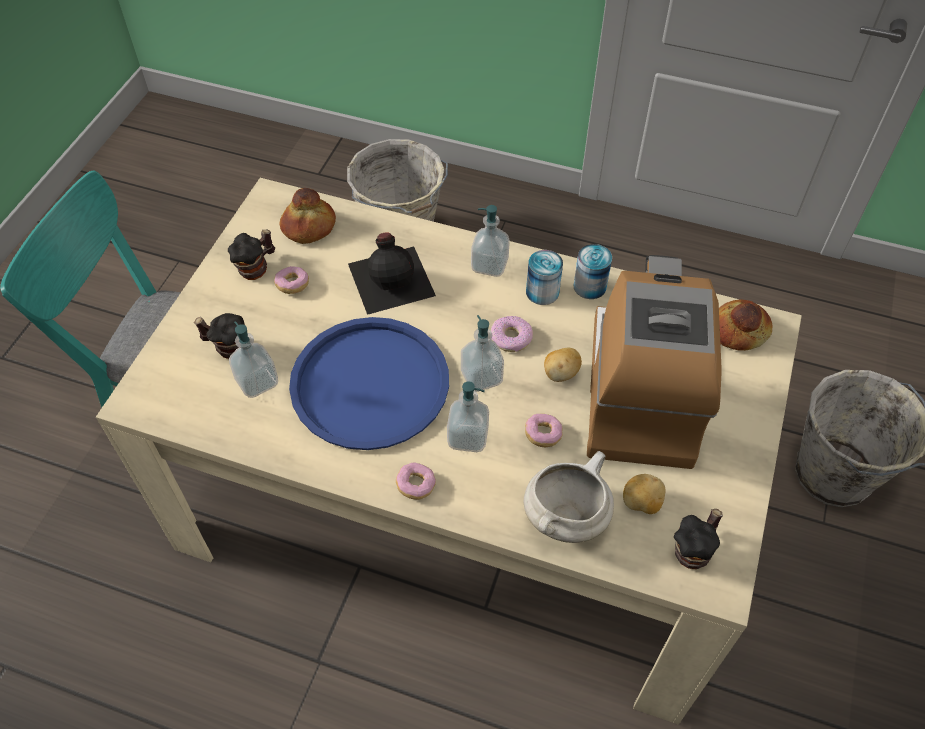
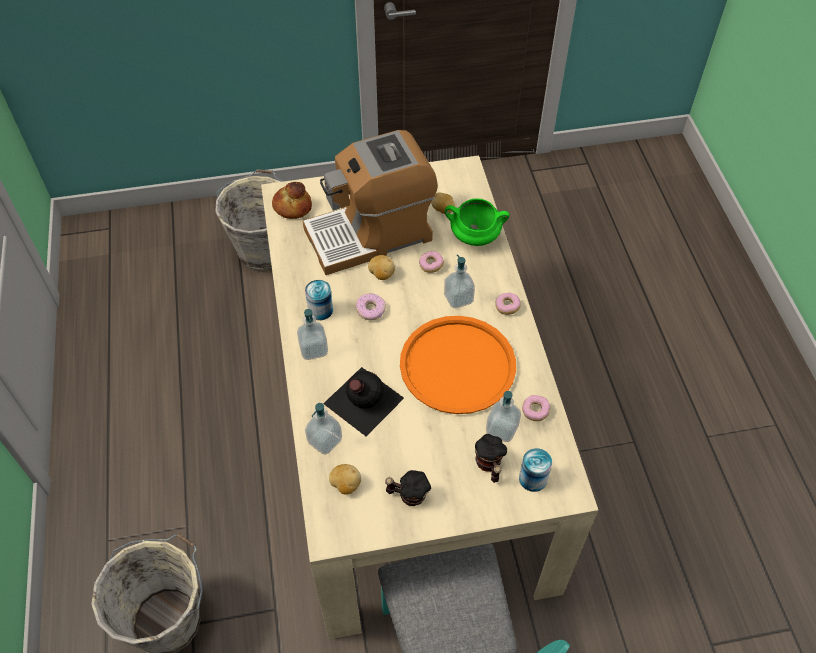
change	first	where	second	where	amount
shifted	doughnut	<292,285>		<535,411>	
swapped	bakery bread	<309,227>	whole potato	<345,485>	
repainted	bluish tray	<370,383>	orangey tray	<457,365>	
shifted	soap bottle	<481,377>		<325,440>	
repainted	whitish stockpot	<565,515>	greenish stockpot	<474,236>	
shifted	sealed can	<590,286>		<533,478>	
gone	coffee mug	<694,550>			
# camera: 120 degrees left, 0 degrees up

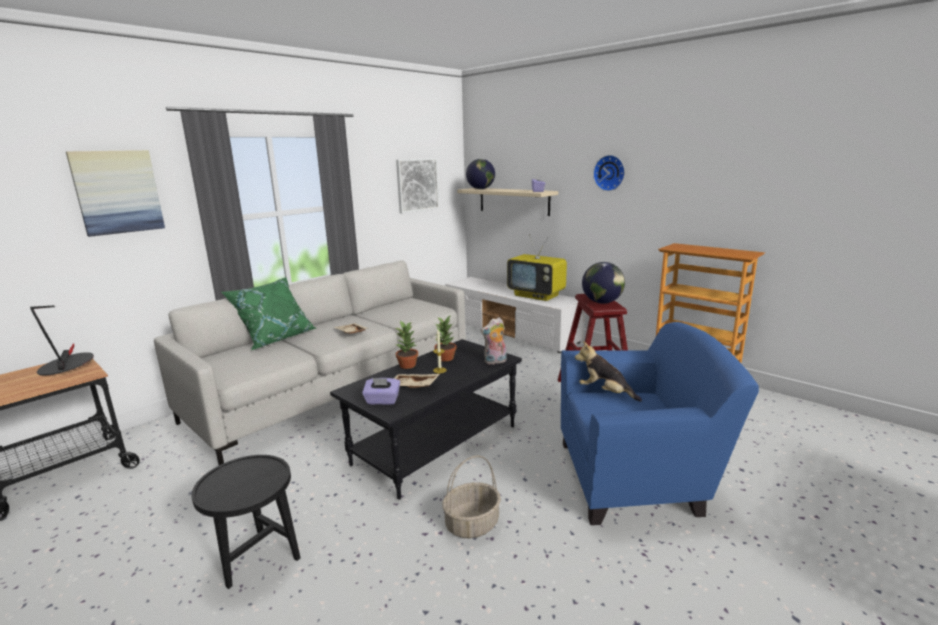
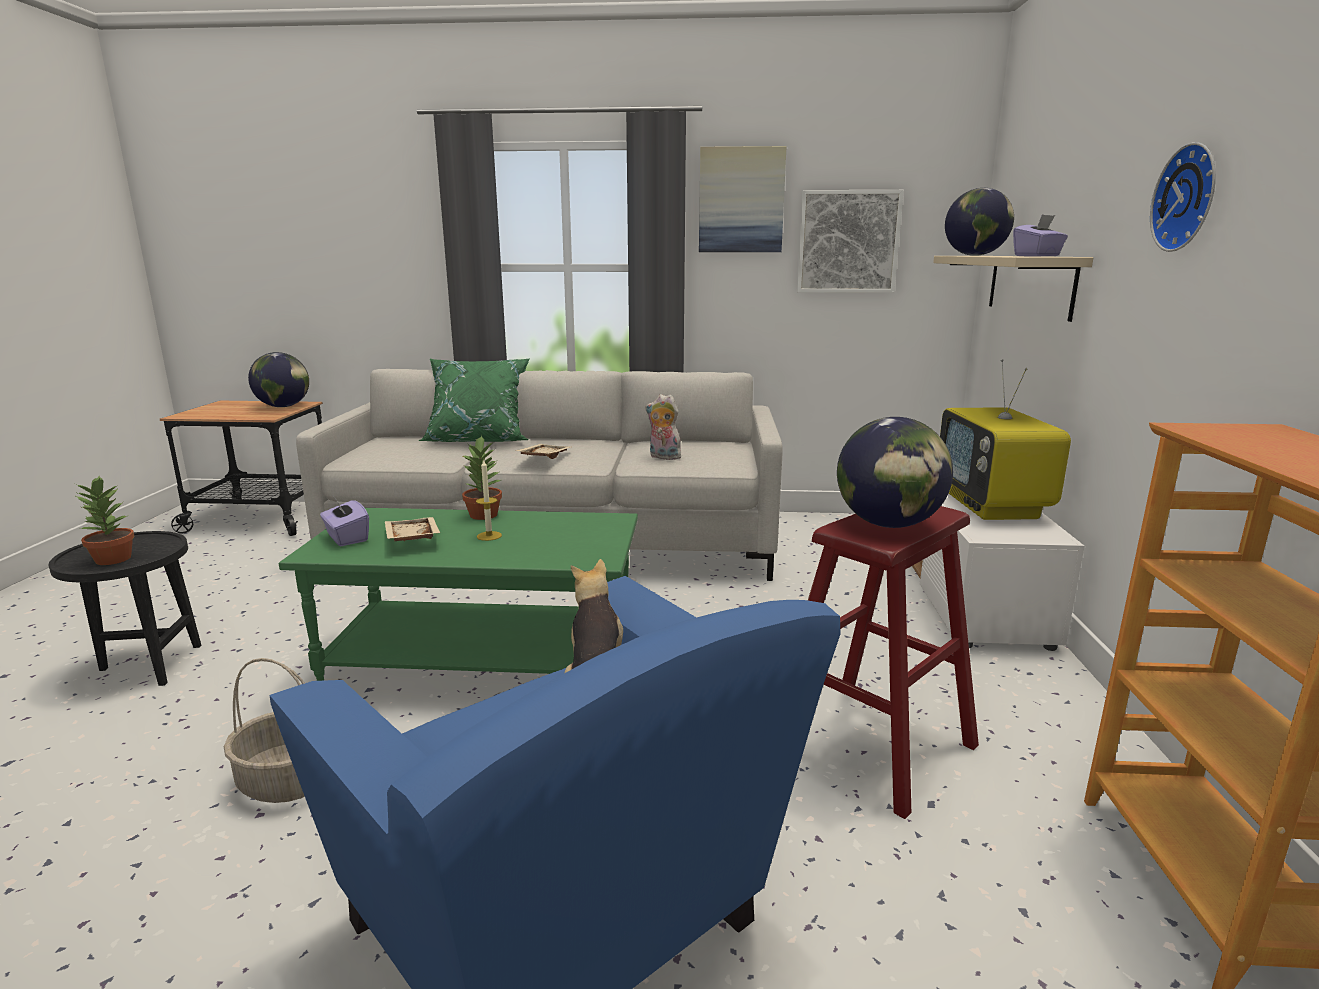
change	first	where	second	where	amount
swapped	tabletop lamp	<66,366>	world globe	<284,406>	
shifted	picture	<117,192>		<741,200>	
repainted	black coffee table	<436,444>	greenish coffee table	<485,663>	
shifted	plant in a pot	<446,358>		<112,559>	
shifted	soft toy	<495,362>		<663,457>	
# camera: 50 degrees right, 0 degrees up

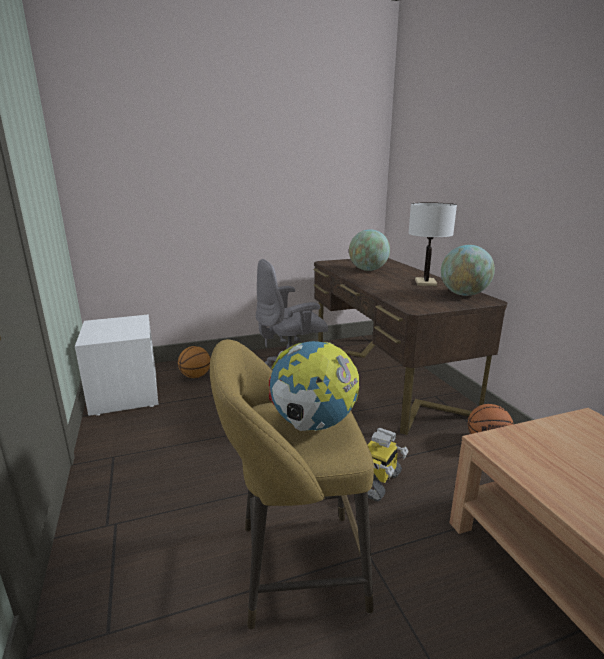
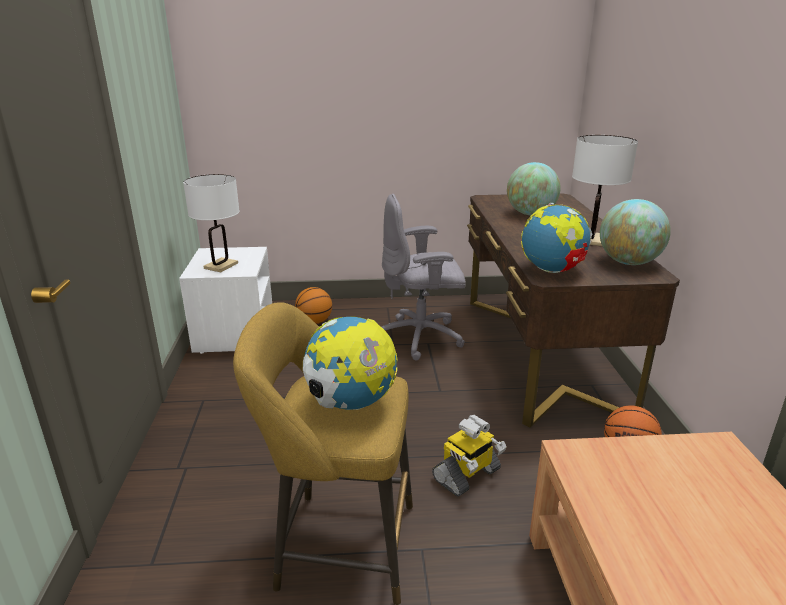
change	first	where	second	where	amount
new			whitish tabletop lamp	<221,266>	
new			world globe	<552,270>	
# camera: 15 degrees right, 5 degrees up

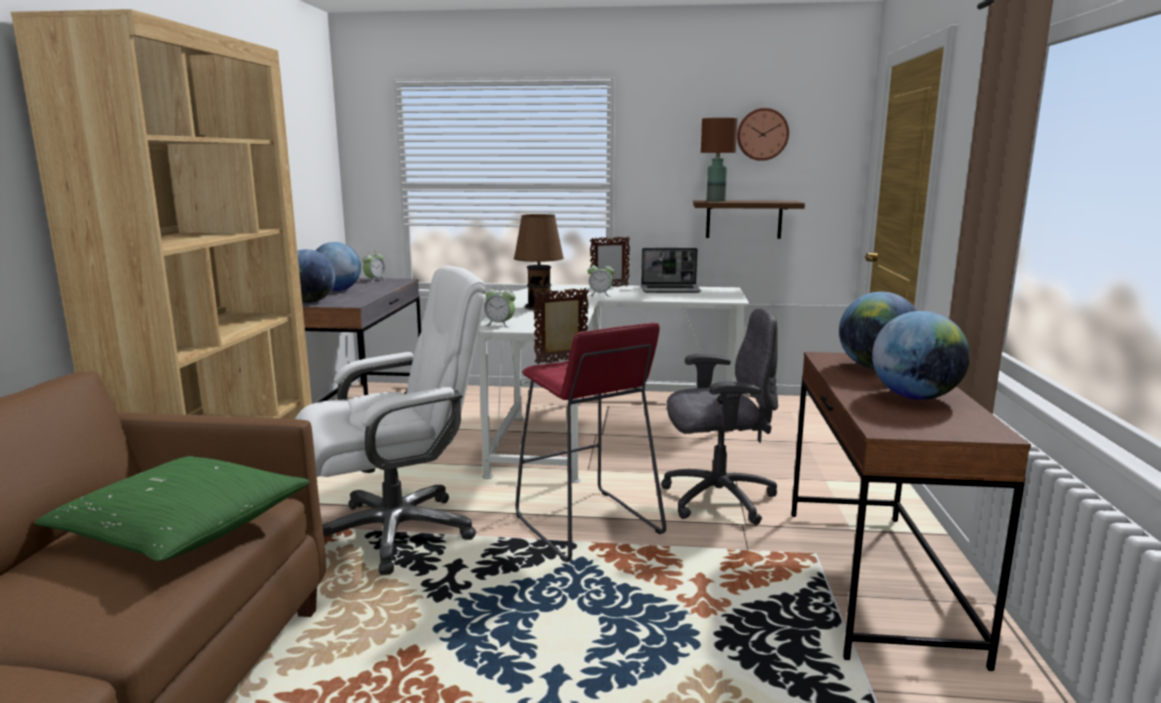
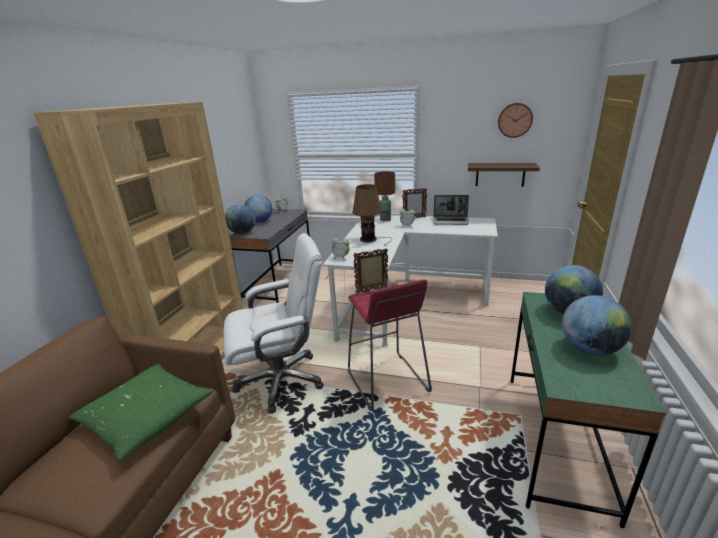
change	first	where	second	where	amount
gone	gray desk chair	<716,499>			
shifted	brown tabletop lamp	<715,201>		<385,219>	
repainted	brown desk	<874,579>	greenish desk	<555,440>	
# camera: 10 degrees right, 10 degrees up

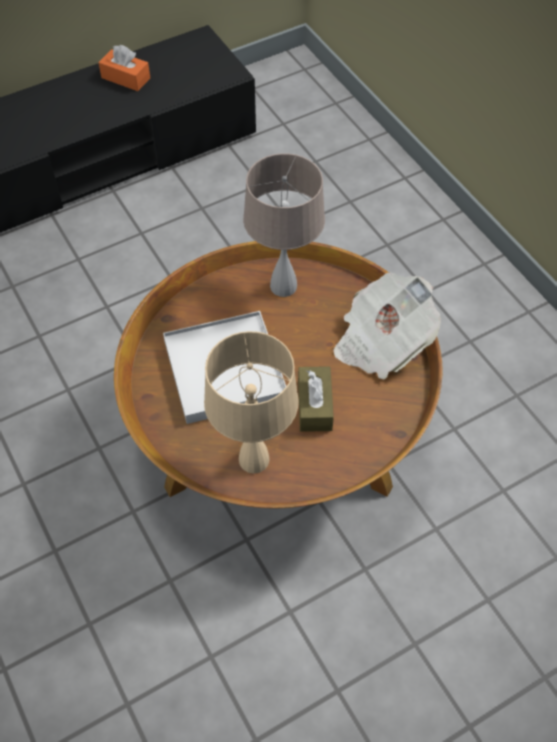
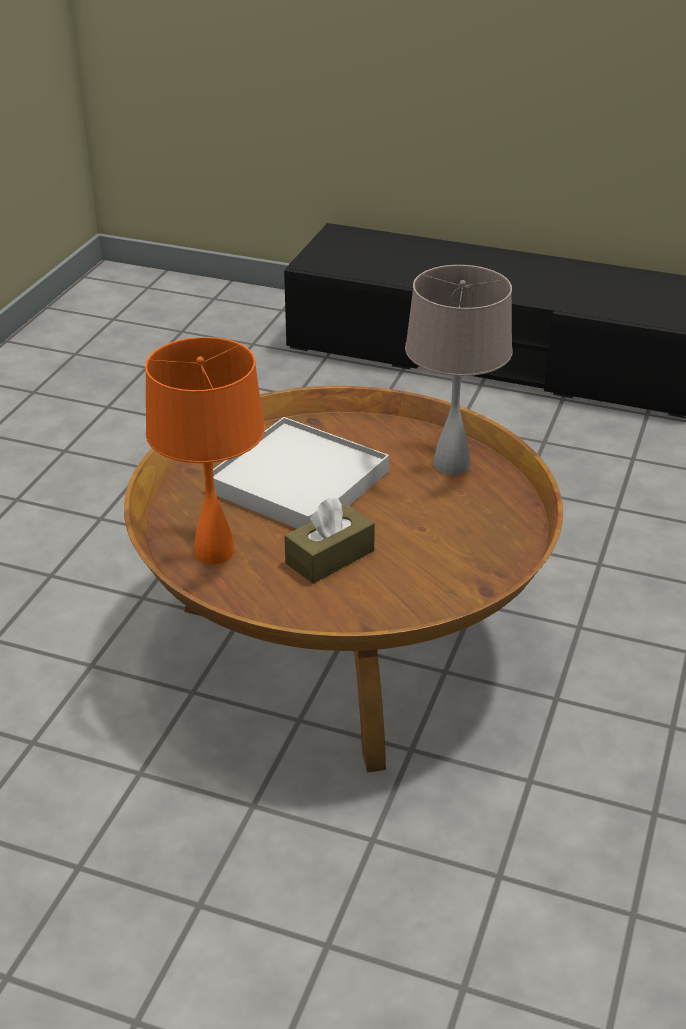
change	first	where	second	where	amount
gone	orangey box of tissues	<126,78>			
repainted	beige-coloured tabletop lamp	<254,460>	orangey tabletop lamp	<214,552>	
gone	printed paper	<382,341>			
# camera: 50 degrees right, 20 degrees down

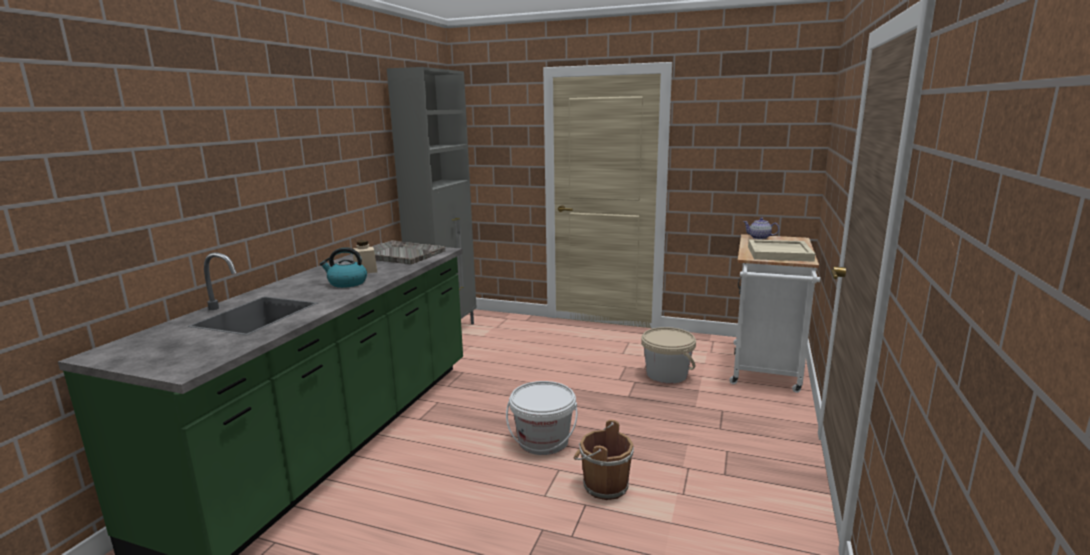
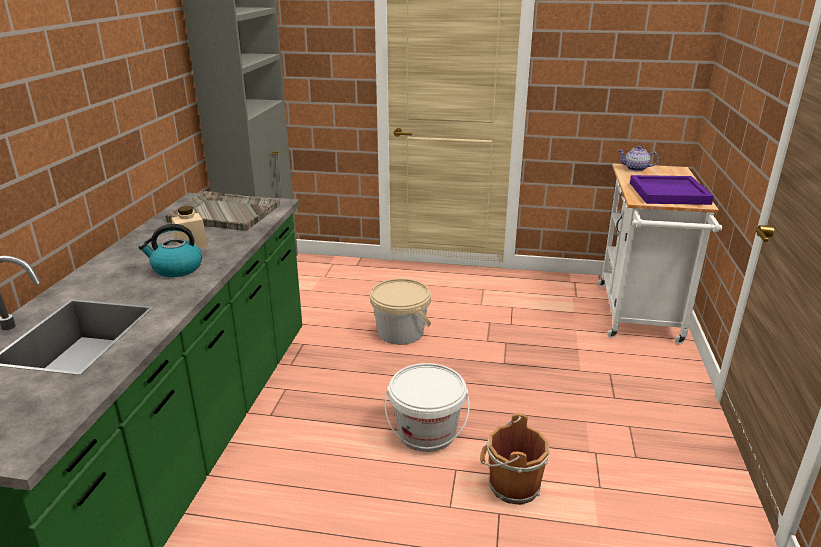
change	first	where	second	where	amount
shifted	beige-coloured pail	<667,374>		<400,332>	
repainted	beige-coloured tray	<780,253>	purple-coloured tray	<669,193>	
# camera: 10 degrees left, 10 degrees up

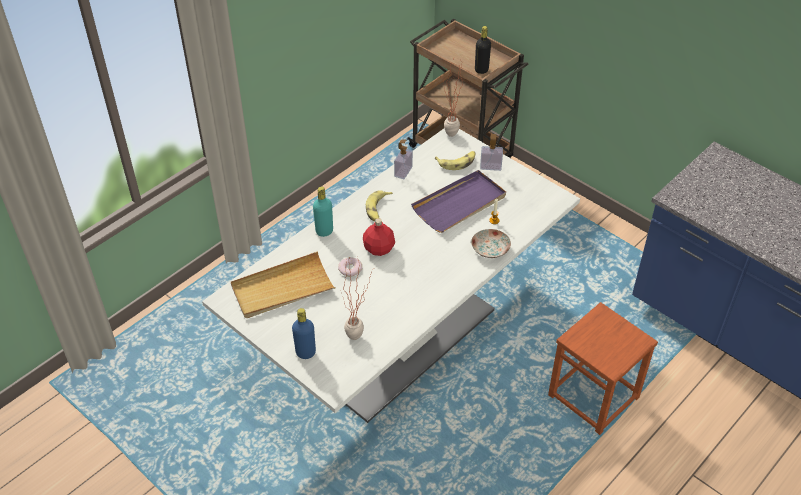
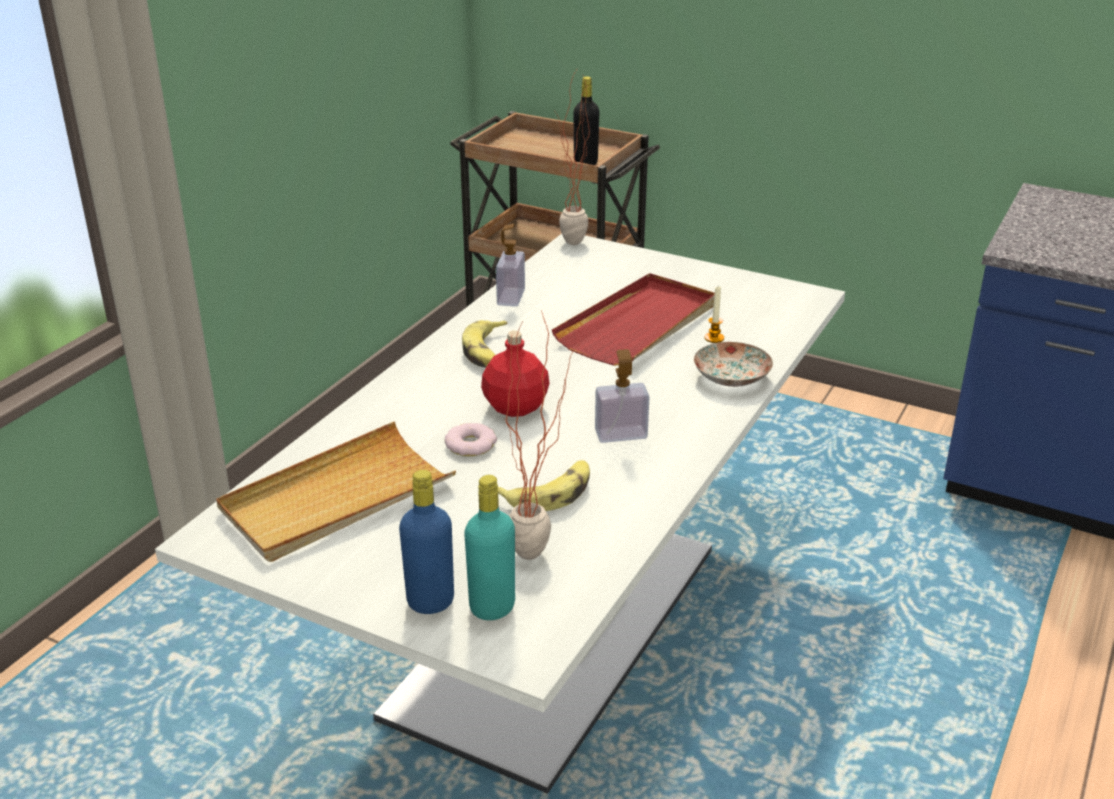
change	first	where	second	where	amount
shifted	blue-green bottle	<324,231>		<492,607>	
repainted	purple-coloured tray	<460,204>	red-coloured tray	<638,325>	
shifted	banana	<457,162>		<549,493>	
shifted	soap bottle	<490,166>		<621,434>	
gone	brown stool seat	<594,396>			
# camera: 15 degrees left, 15 degrees down

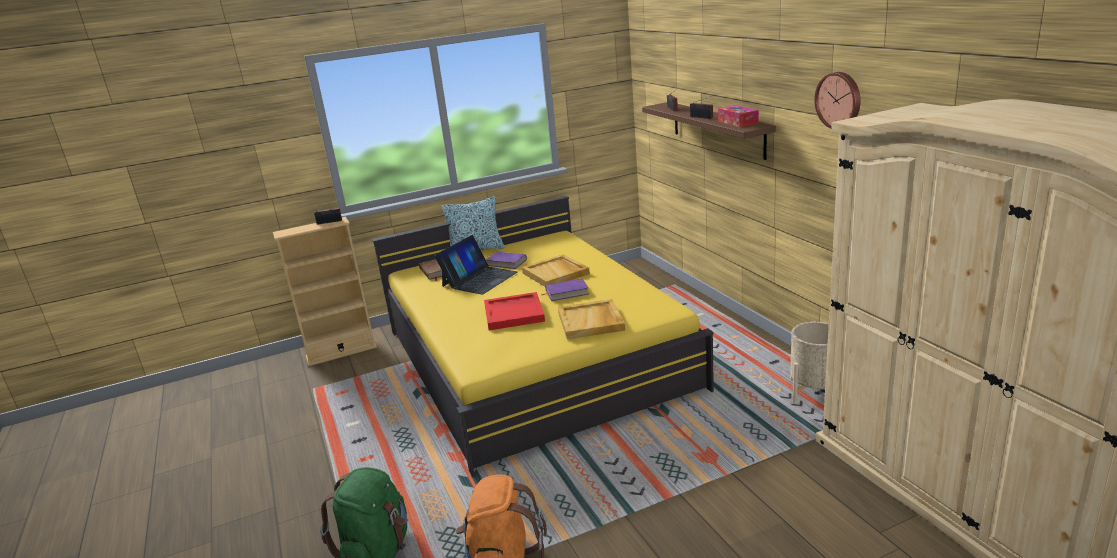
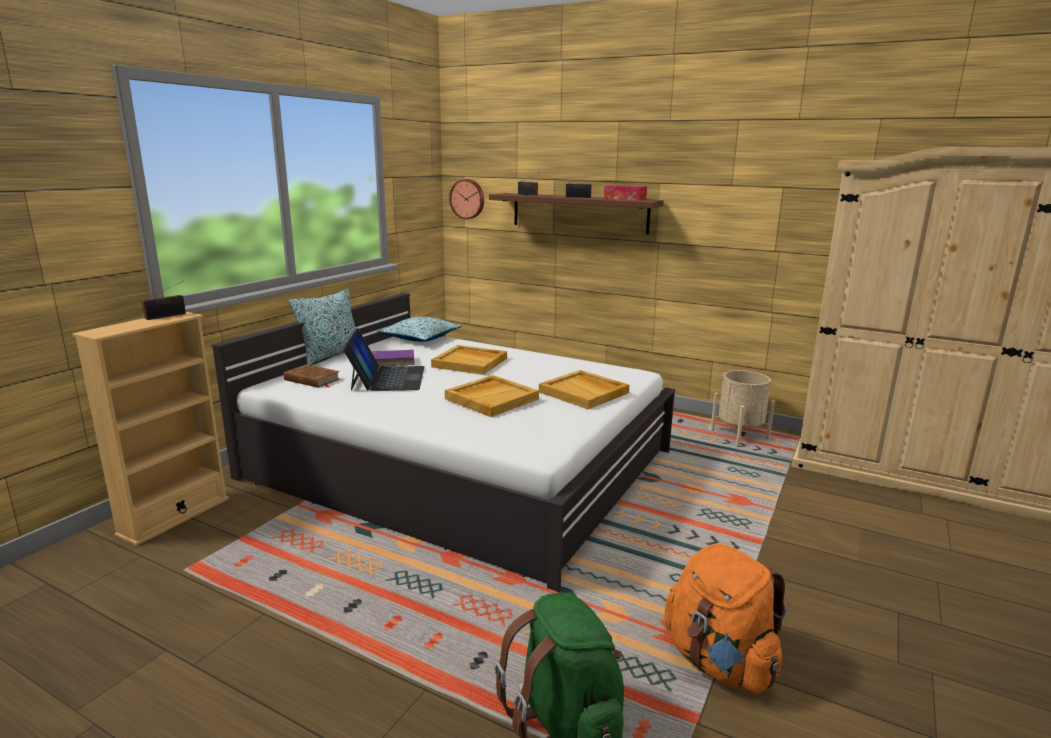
change	first	where	second	where	amount
repainted	yellowish sleeping bed	<534,358>	whitish sleeping bed	<460,464>	
repainted	red-coloured tray	<514,313>	beige-coloured tray	<492,398>	
gone	purple-coloured book	<566,292>			
shifted	hanging clock	<839,100>		<467,199>	
new			pillow	<420,338>	
# camera: 40 degrees left, 5 degrees down

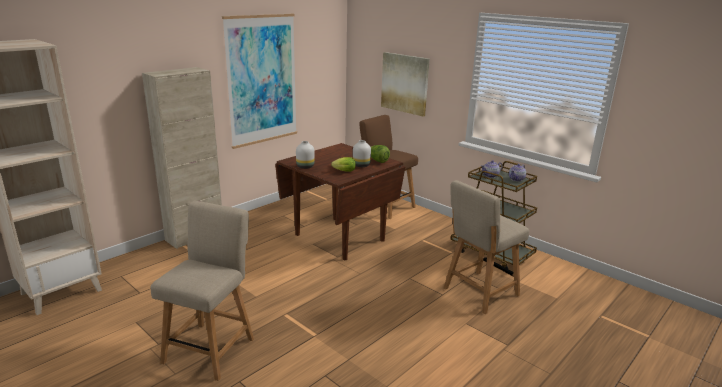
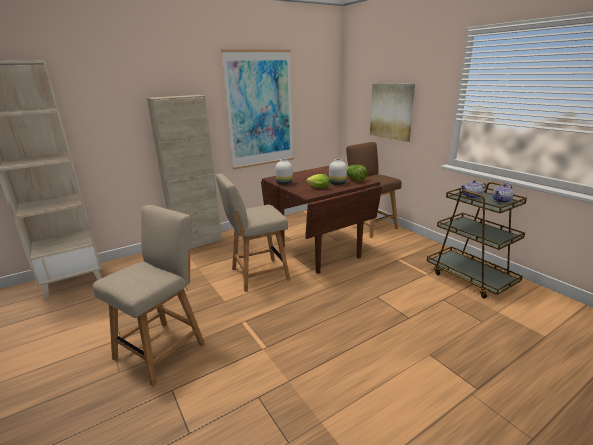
change	first	where	second	where	amount
shifted	beige-coloured chair	<478,293>		<257,275>	
# camera: 15 degrees right, 0 degrees up

